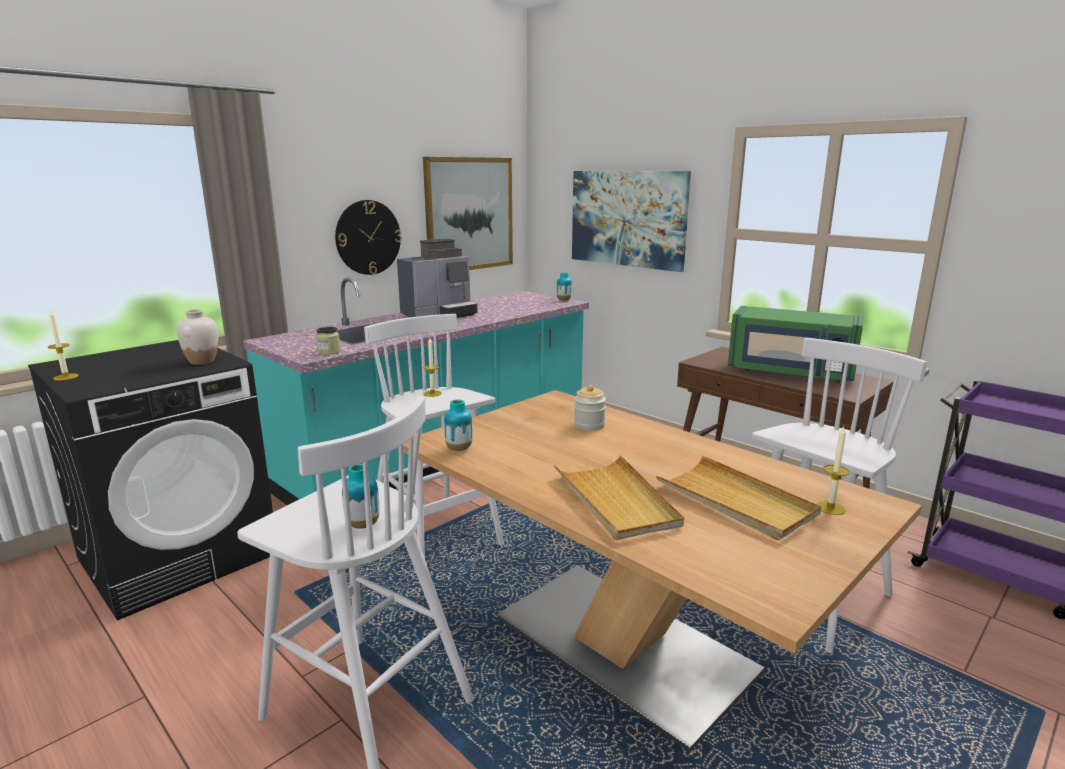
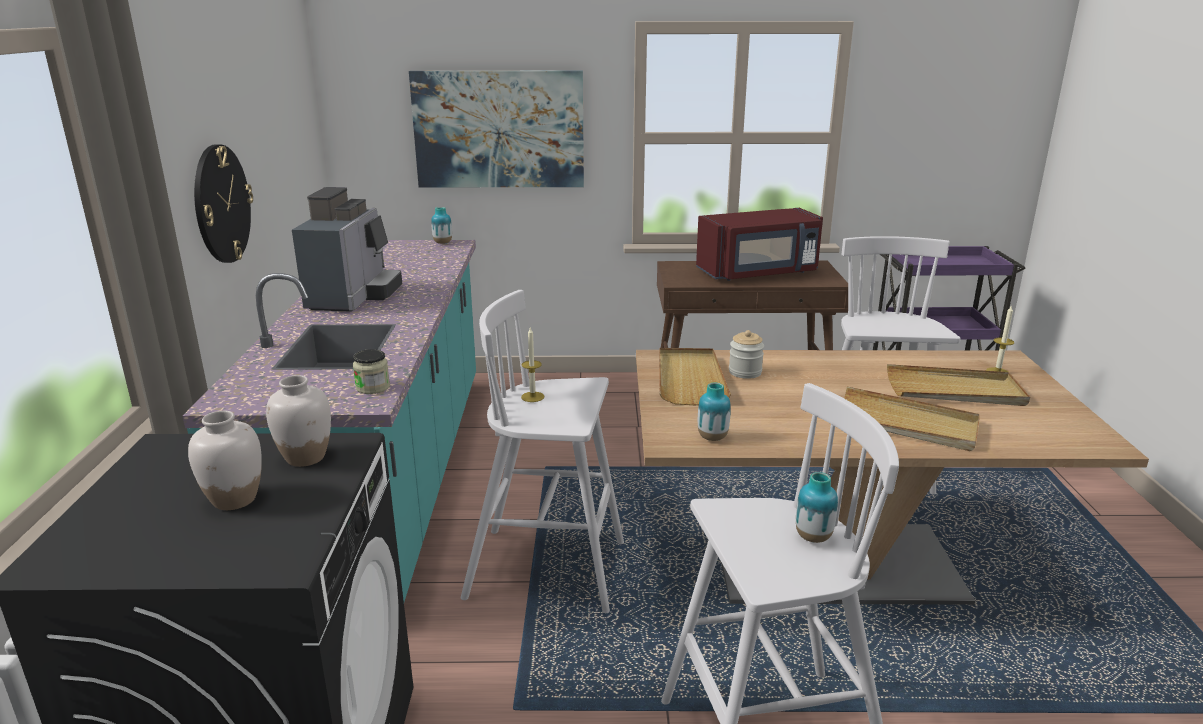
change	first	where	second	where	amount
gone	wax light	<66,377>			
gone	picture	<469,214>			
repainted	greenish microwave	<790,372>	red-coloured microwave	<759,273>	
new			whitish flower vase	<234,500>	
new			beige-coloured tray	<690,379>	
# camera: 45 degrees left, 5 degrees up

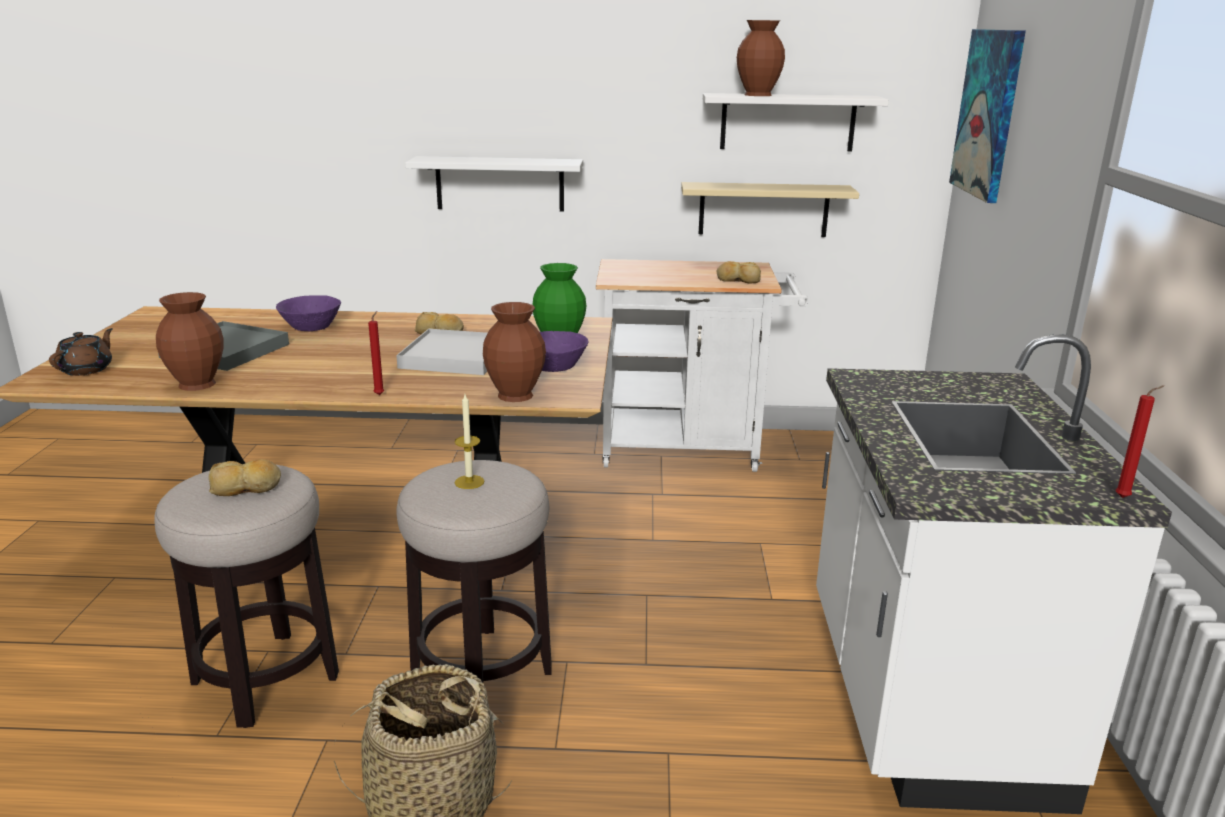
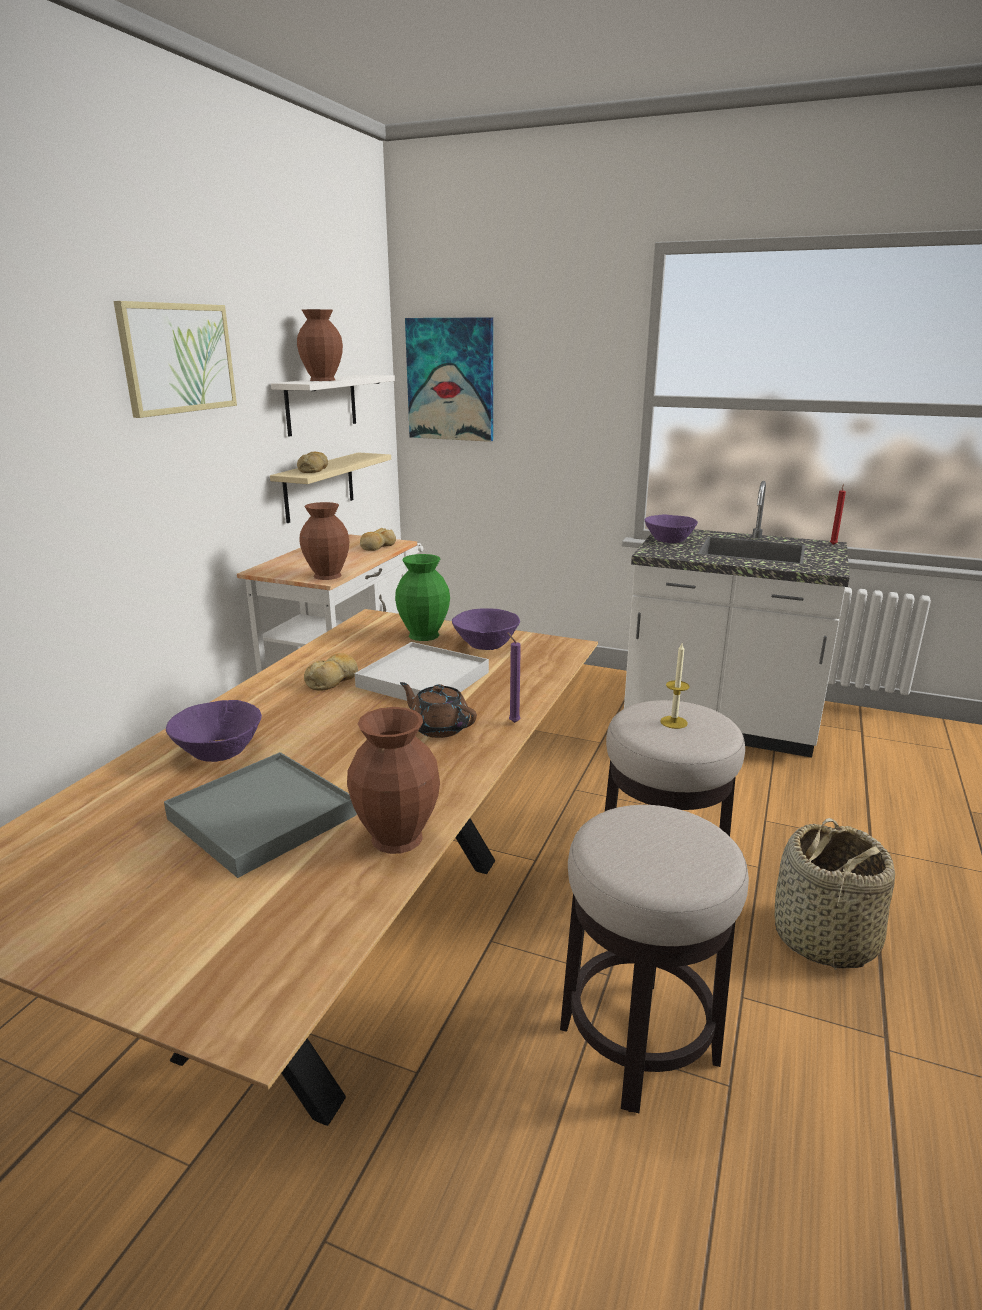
change	first	where	second	where	amount
shifted	brown teapot	<87,369>		<438,727>	
shifted	bakery bread	<246,487>		<313,469>	
repainted	red-coloured wax light	<380,394>	purple-coloured wax light	<513,722>	
gone	whitish wall shelf	<500,184>			
shifted	brown flower vase	<515,394>		<326,575>	
new			picture	<178,358>	
new			purple-coloured serving bowl	<669,540>	
# camera: 70 degrees left, 0 degrees up

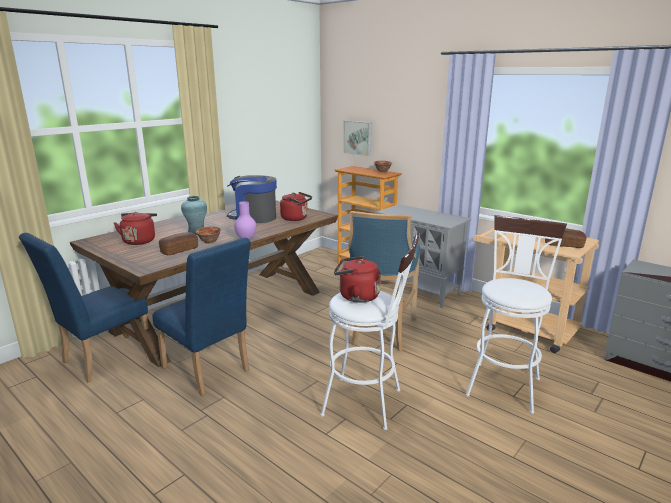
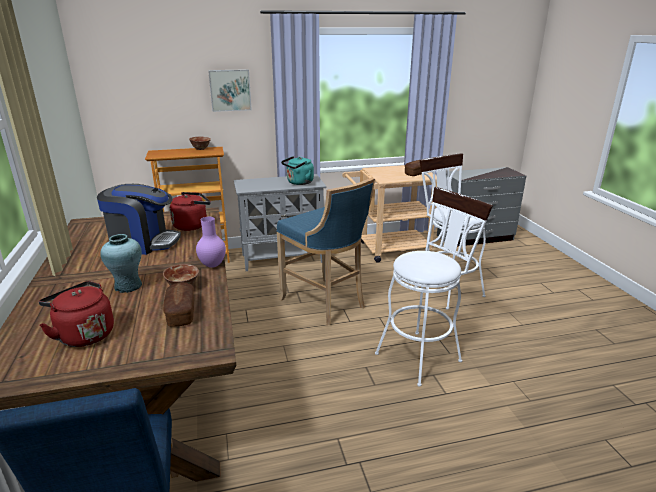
change	first	where	second	where	amount
gone	bluish chair	<208,372>			
rotated	coffee brewer	<253,218>		<143,243>	135 degrees counterclockwise
gone	red-coloured water kettle	<356,296>			
shifted	picture	<358,137>		<230,90>	
new			blue-green water kettle	<299,183>	
# camera: 55 degrees left, 5 degrees up

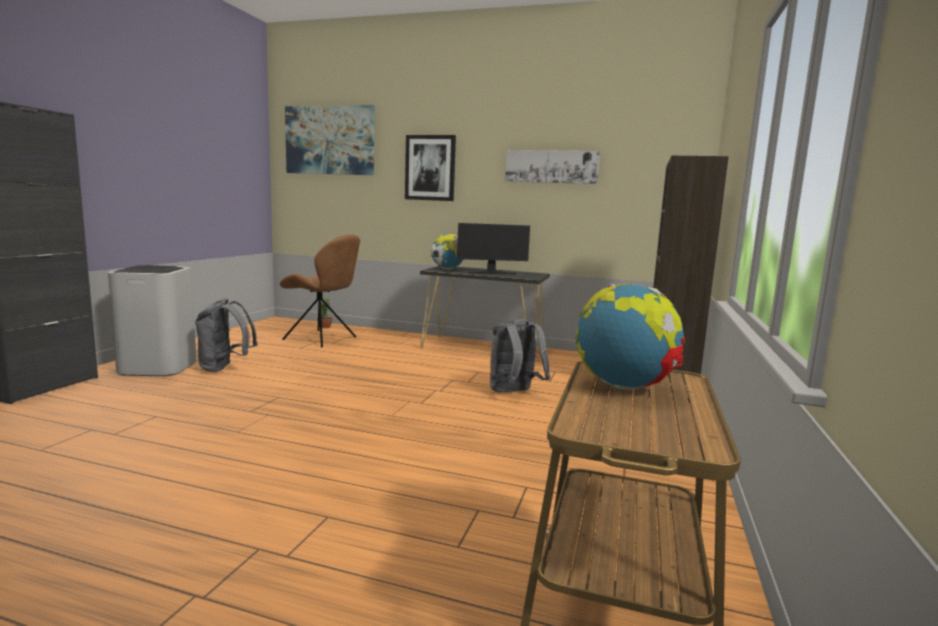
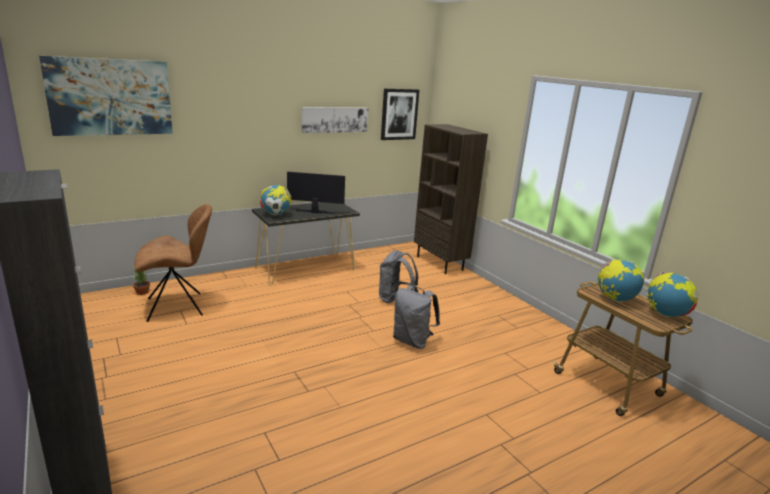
change	first	where	second	where	amount
gone	whitish waste bin	<159,367>			
shifted	gray backpack	<225,368>		<412,341>	
shifted	picture	<430,168>		<399,114>	
rotated	monitor	<491,273>		<315,212>	120 degrees counterclockwise
new			world globe	<666,314>	
# camera: 50 degrees left, 10 degrees up

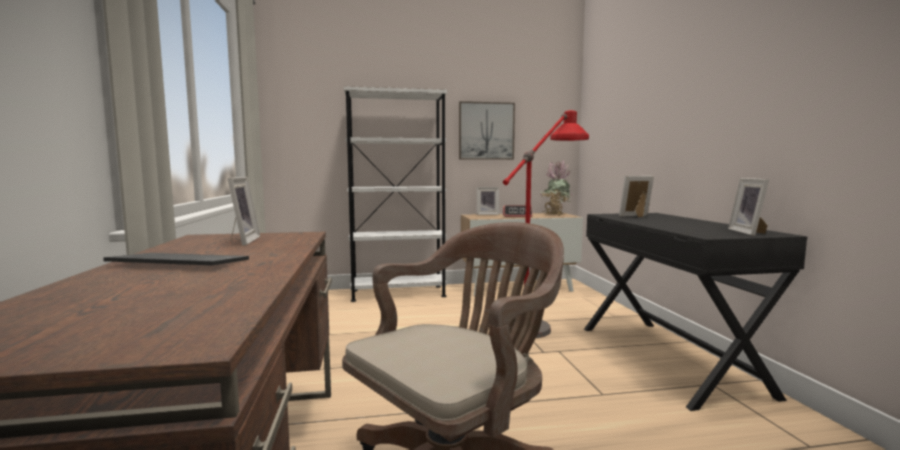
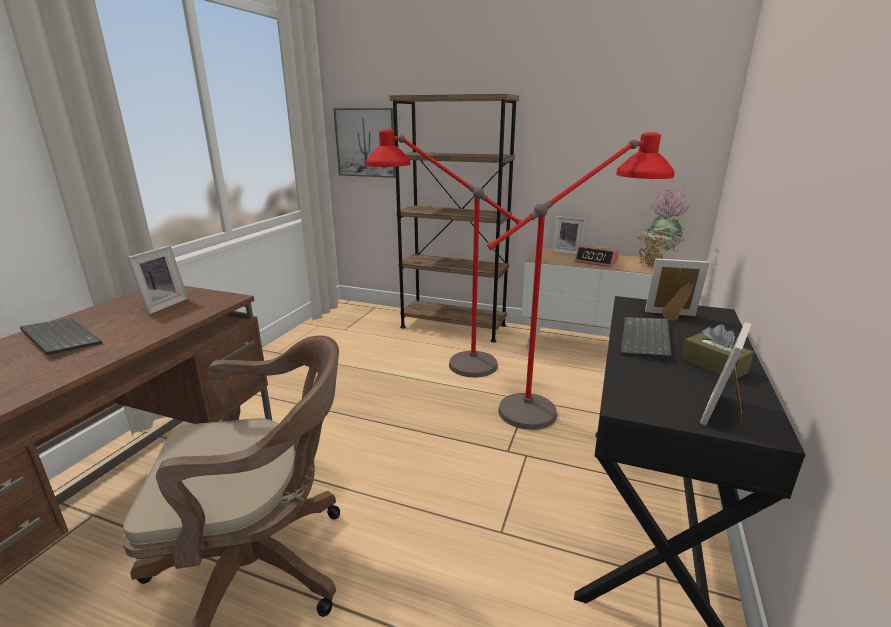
change	first	where	second	where	amount
repainted	whitish bookshelf	<398,293>	brown bookshelf	<453,326>	
shifted	picture	<486,131>		<366,143>	
new			red-coloured standing lamp	<441,359>	
new			PC keyboard	<647,340>	
new			brown box of tissues	<713,366>	
# camera: 30 degrees right, 15 degrees up

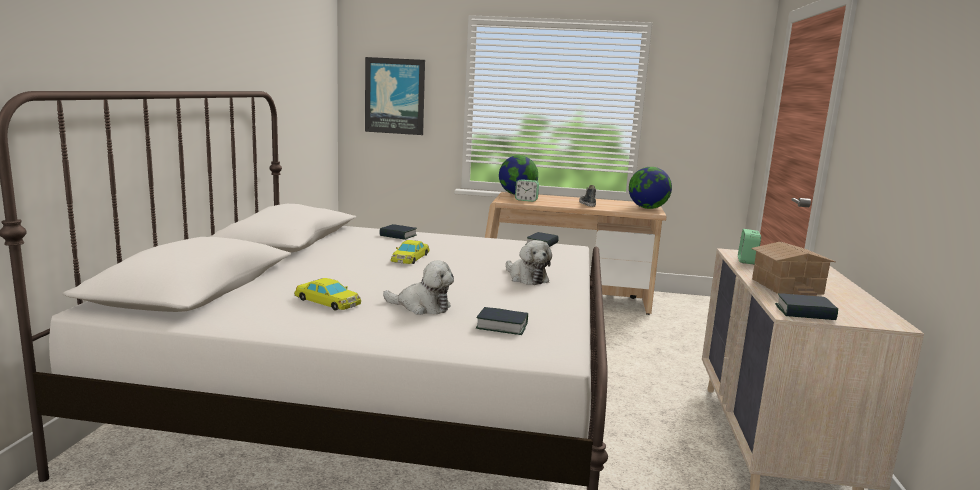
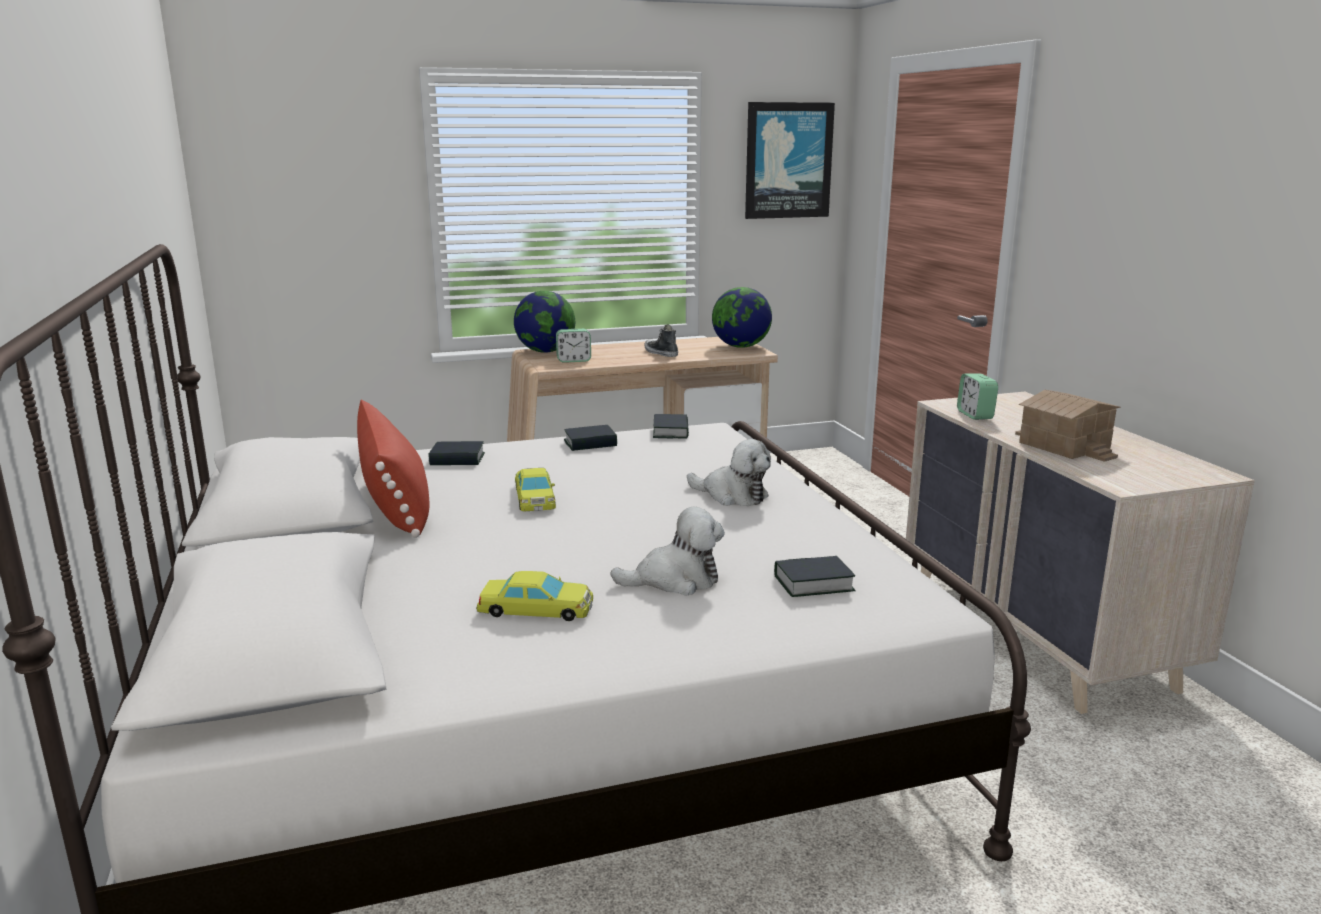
change	first	where	second	where	amount
shifted	picture	<395,96>		<788,160>	
shifted	book	<805,312>		<590,443>	
new			red-coloured pillow	<396,503>	
# camera: 25 degrees left, 5 degrees up

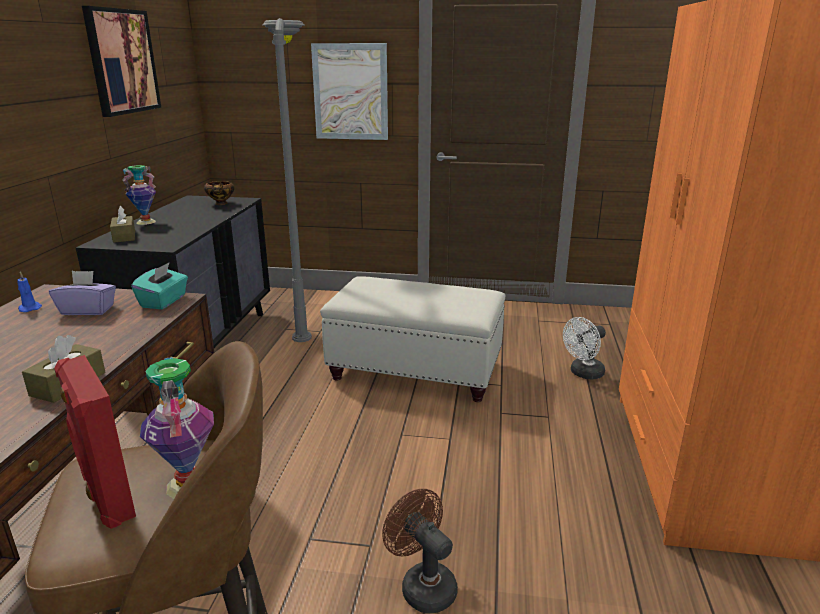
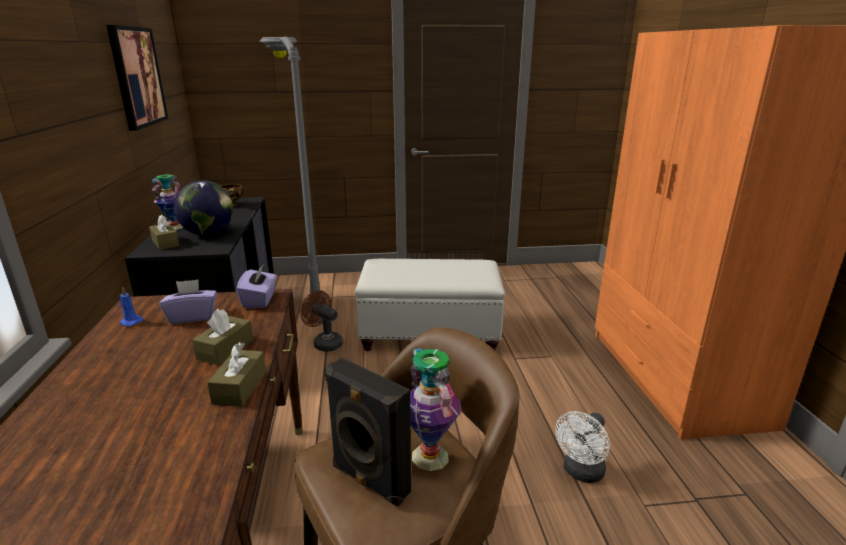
change	first	where	second	where	amount
repainted	red-coloured speaker	<106,497>	black speaker	<369,480>	
repainted	blue-green box of tissues	<164,301>	purple-coloured box of tissues	<260,300>	
gone	picture	<350,92>			
shifted	brown electric fan	<422,585>		<324,343>	
shifted	whitish electric fan	<583,374>		<581,473>	
new			world globe	<208,234>	
new			brown box of tissues	<225,349>	
# camera: 15 degrees left, 0 degrees up

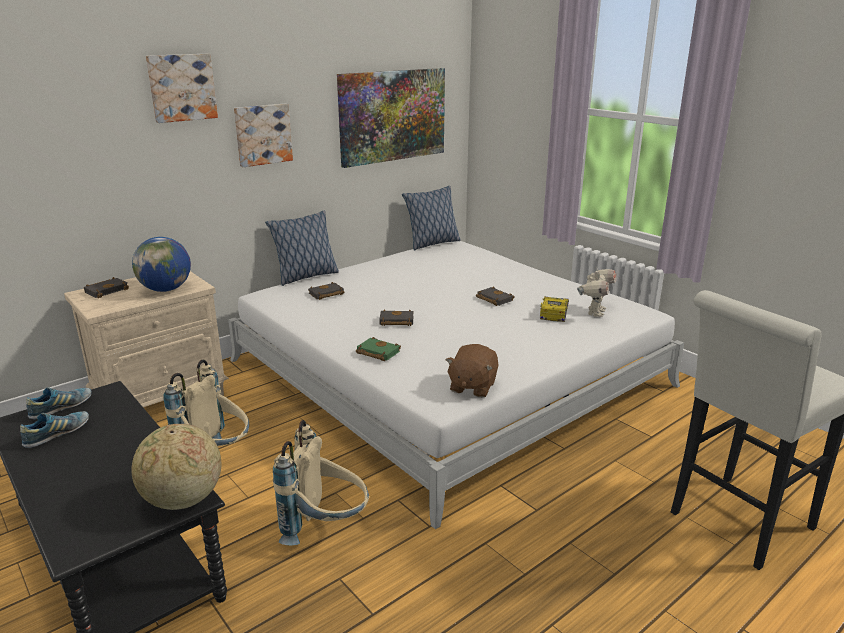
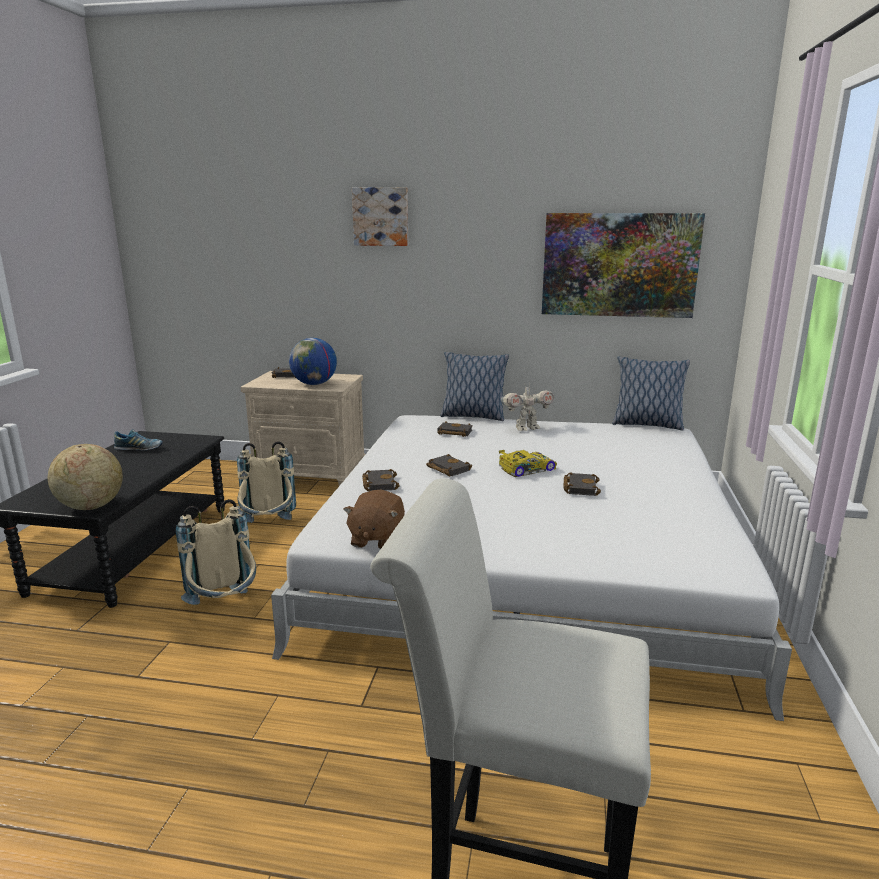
change	first	where	second	where	amount
gone	shoe	<61,408>			
gone	picture	<262,134>			
repainted	greenish book	<376,353>	black book	<379,483>	
rotated	brown soft toy	<472,386>		<376,539>	60 degrees counterclockwise
shifted	model car	<553,313>		<526,469>	
shifted	toy robot	<594,312>		<526,428>	
# camera: 50 degrees right, 5 degrees down

